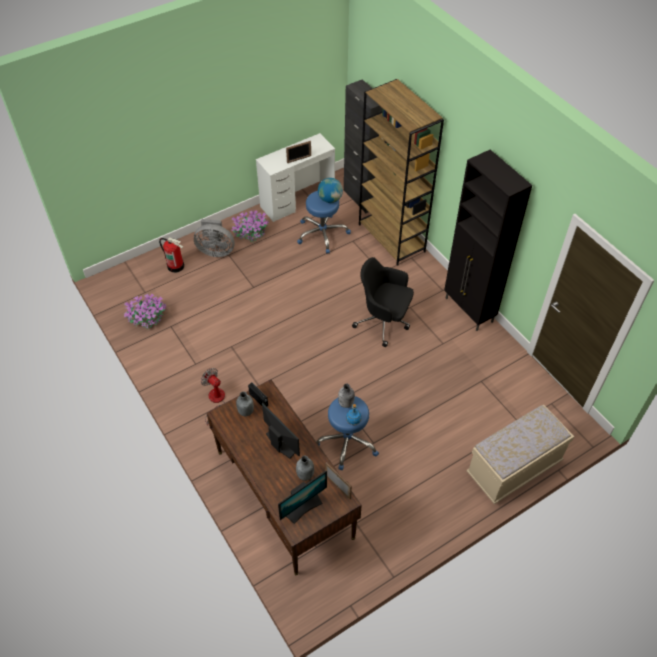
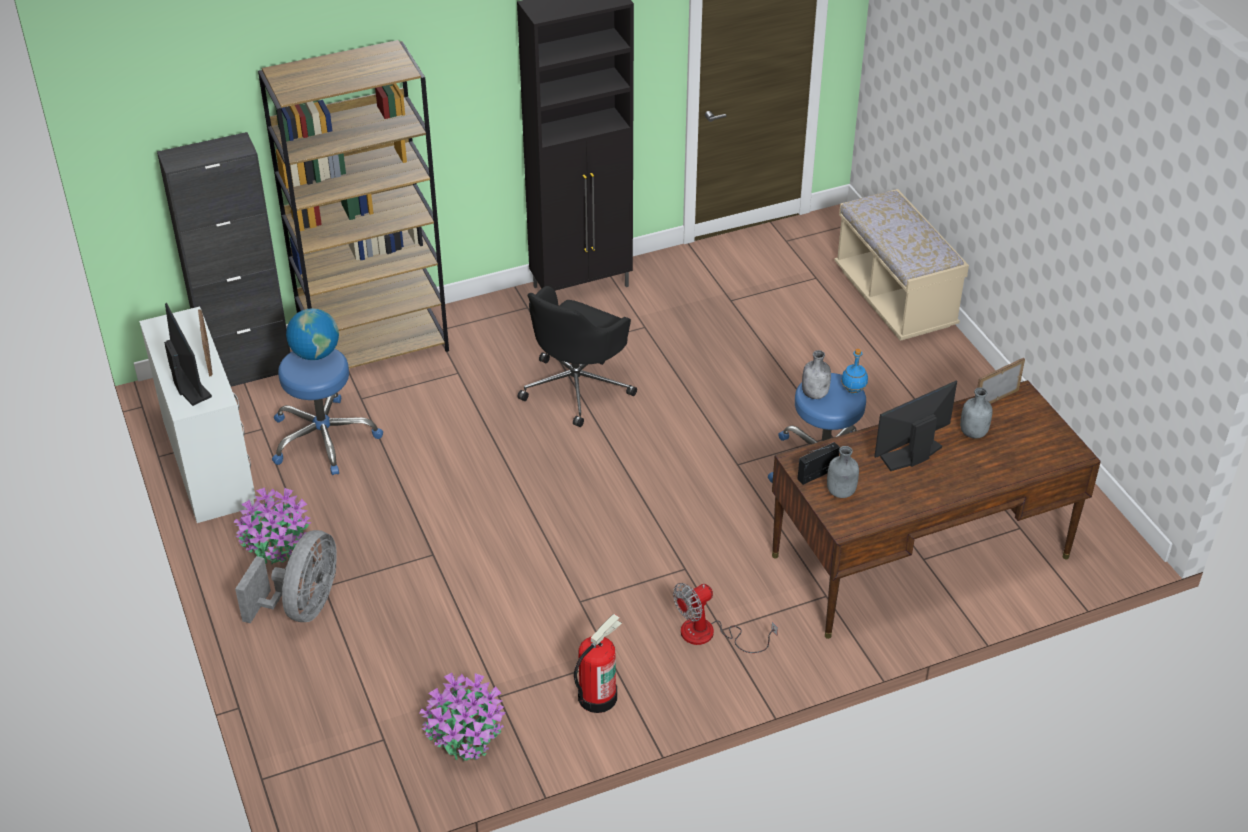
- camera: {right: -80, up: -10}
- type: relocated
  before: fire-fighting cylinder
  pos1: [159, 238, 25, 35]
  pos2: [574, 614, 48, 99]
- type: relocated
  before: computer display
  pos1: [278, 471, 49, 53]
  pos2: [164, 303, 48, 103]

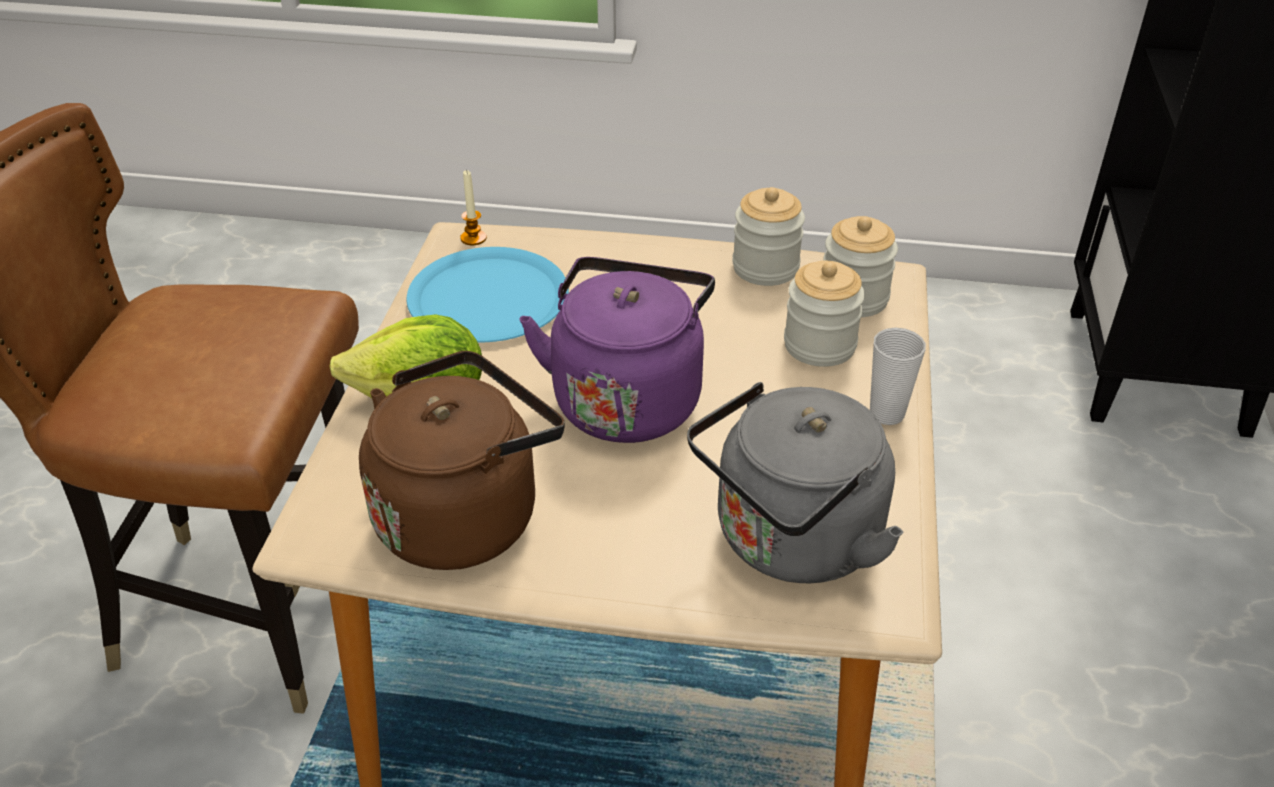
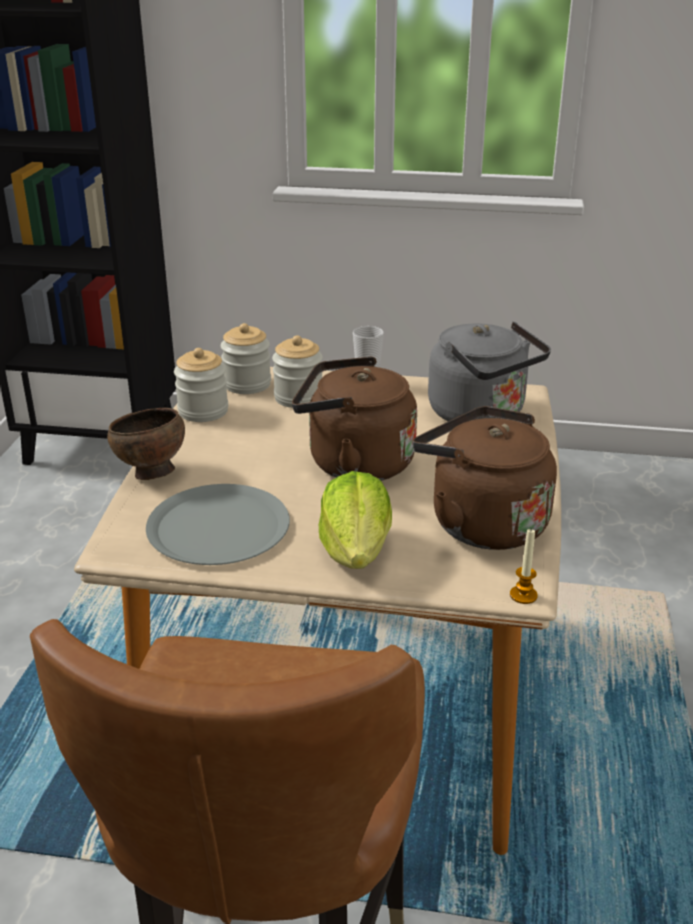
- camera: {right: -90, up: -10}
- type: relocated
  before: wax light
  pos1: [460, 170, 27, 75]
  pos2: [510, 528, 28, 76]
- type: colour
  before: bluish plate
  after: grey plate
  pos1: [407, 247, 162, 95]
  pos2: [146, 484, 144, 81]
- type: colour
  before: purple-coloured tea kettle
  after: brown-coloured tea kettle
  pos1: [520, 257, 195, 186]
  pos2: [292, 356, 125, 125]
- type: appeared
  after: brown-coloured deep dish
  pos2: [107, 408, 78, 72]

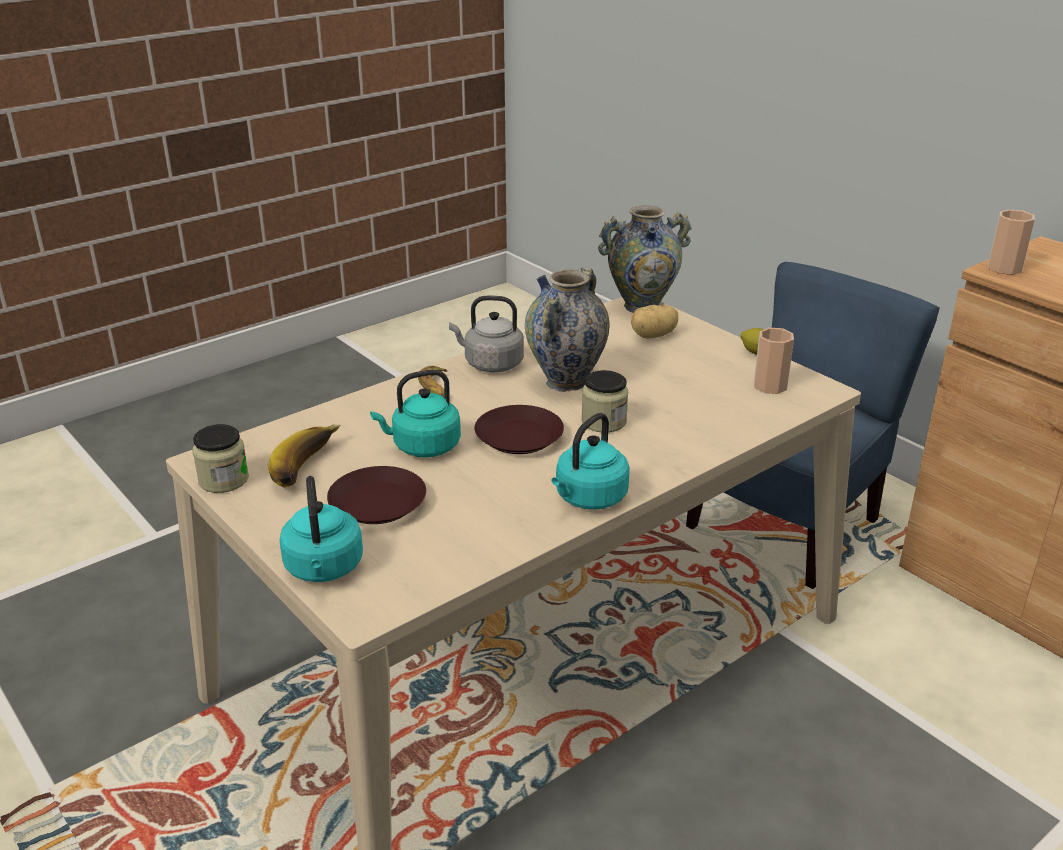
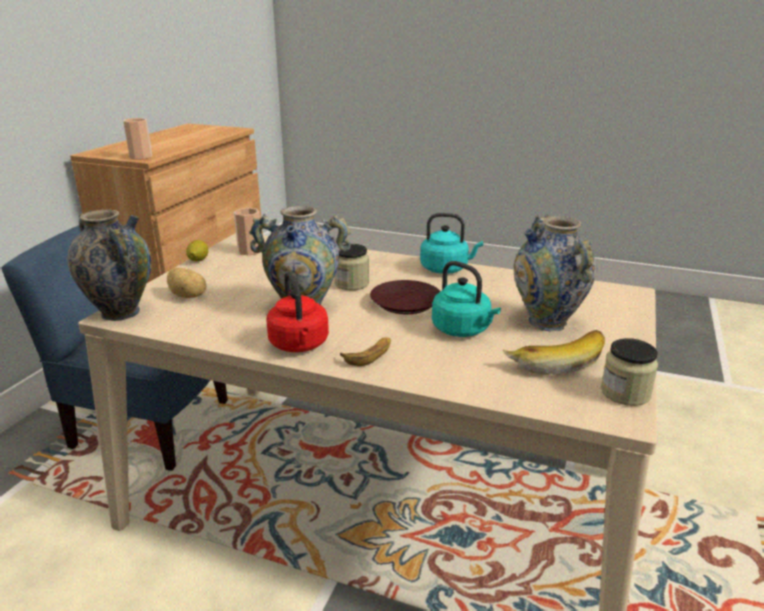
- camera: {right: -120, up: -5}
- type: colour
  before: grey tea kettle
  after: red tea kettle
  pos1: [449, 296, 75, 76]
  pos2: [266, 271, 63, 81]
- type: exchanged
  before: brown-coloured plate
  after: flower vase
  pos1: [327, 466, 99, 58]
  pos2: [514, 215, 83, 117]
- type: missing
  before: turquoise tea kettle
  pos1: [279, 476, 84, 106]

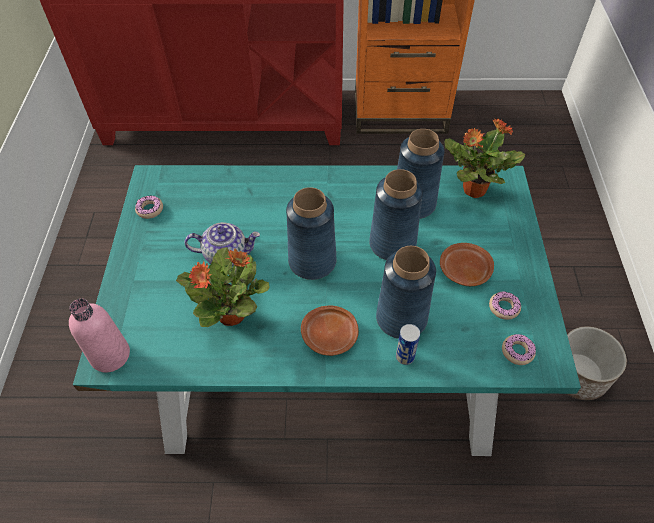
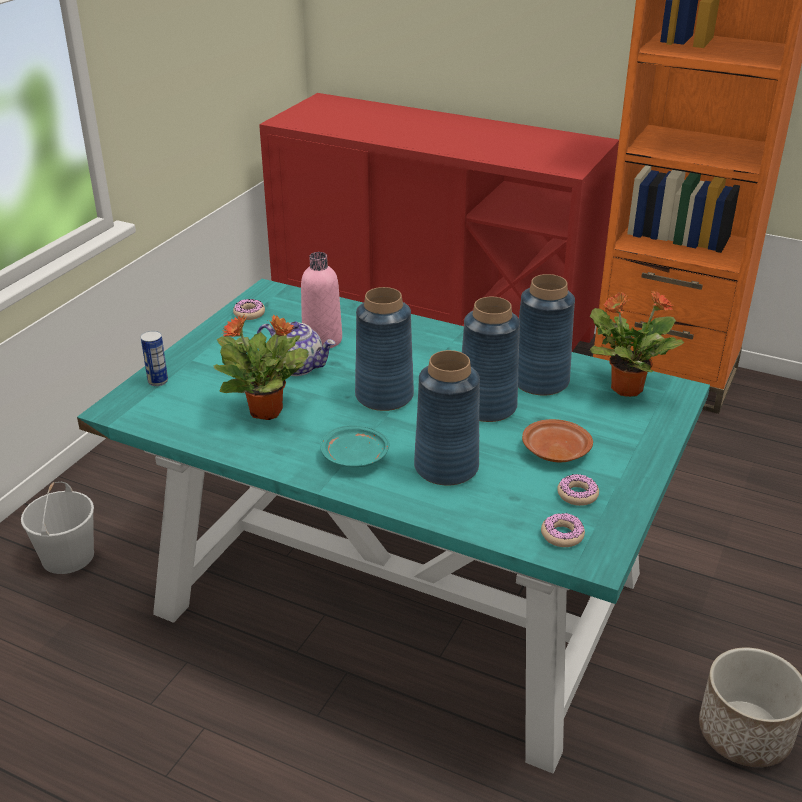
- camera: {right: 25, up: -20}
- type: relocated
  before: pink-coloured drink bottle
  pos1: [69, 299, 61, 74]
  pos2: [301, 252, 41, 96]
- type: colour
  before: brown-coloured plate
  after: turquoise plate
  pos1: [301, 306, 58, 50]
  pos2: [320, 425, 69, 42]
- type: relocated
  before: metal can
  pos1: [396, 324, 24, 41]
  pos2: [141, 331, 27, 55]
- type: appeared
  after: whitish water bucket
  pos2: [21, 482, 73, 92]

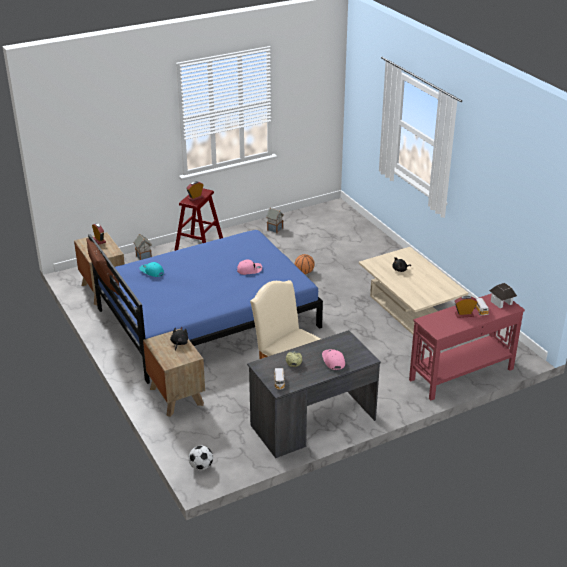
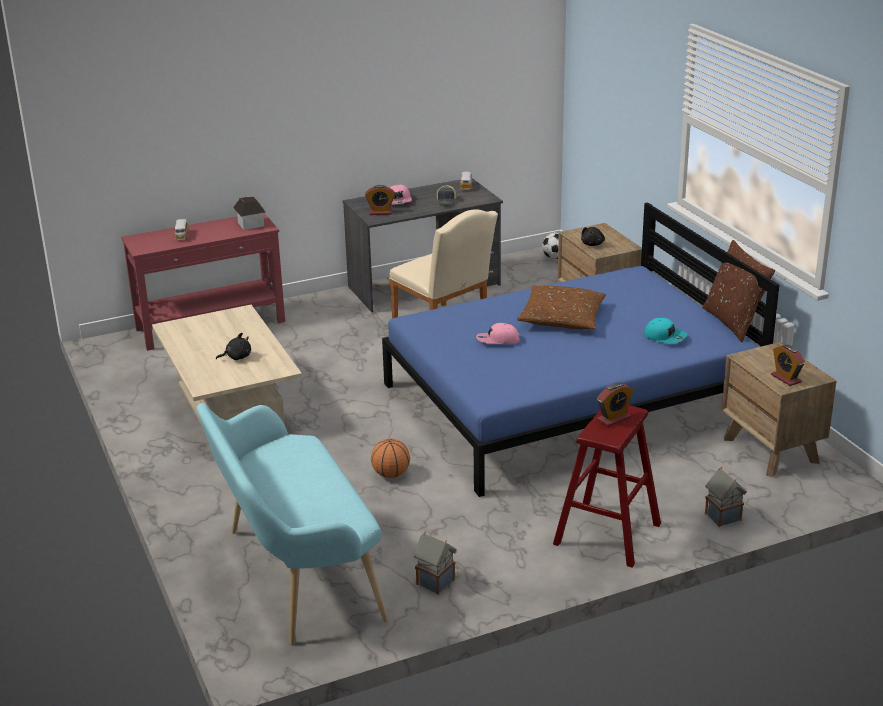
- camera: {right: -175, up: -5}
- type: relocated
  before: model house
  pos1: [489, 283, 28, 25]
  pos2: [233, 196, 33, 34]
- type: relocated
  before: bedside clock
  pos1: [455, 296, 22, 22]
  pos2: [365, 185, 30, 30]
- type: appeared
  after: brown-coloured throw pillow
  pos2: [517, 286, 89, 44]
- type: appeared
  after: turquoise bench
  pos2: [197, 403, 191, 242]

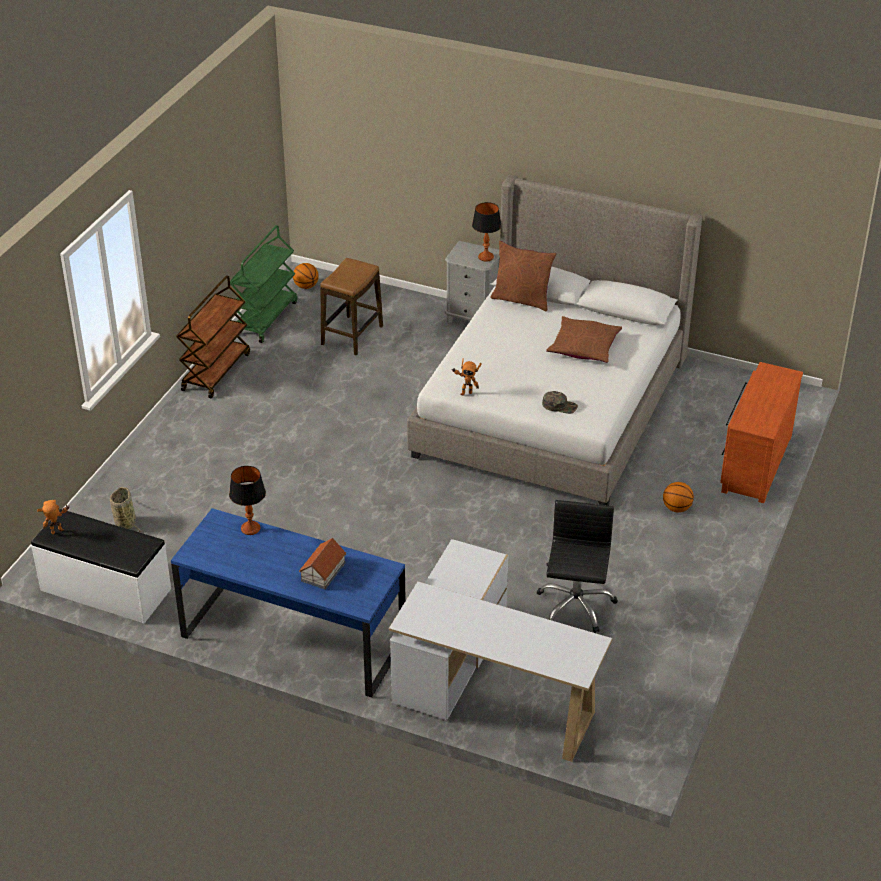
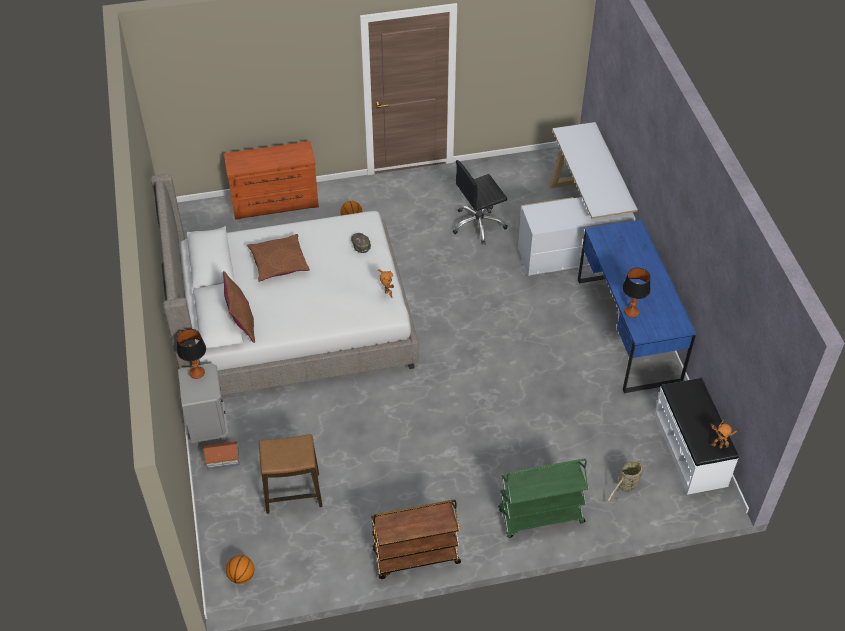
- camera: {right: -125, up: 10}
- type: relocated
  before: green cart
  pos1: [230, 225, 67, 118]
  pos2: [498, 459, 91, 79]
- type: relocated
  before: model house
  pos1: [299, 538, 47, 52]
  pos2: [203, 441, 36, 28]

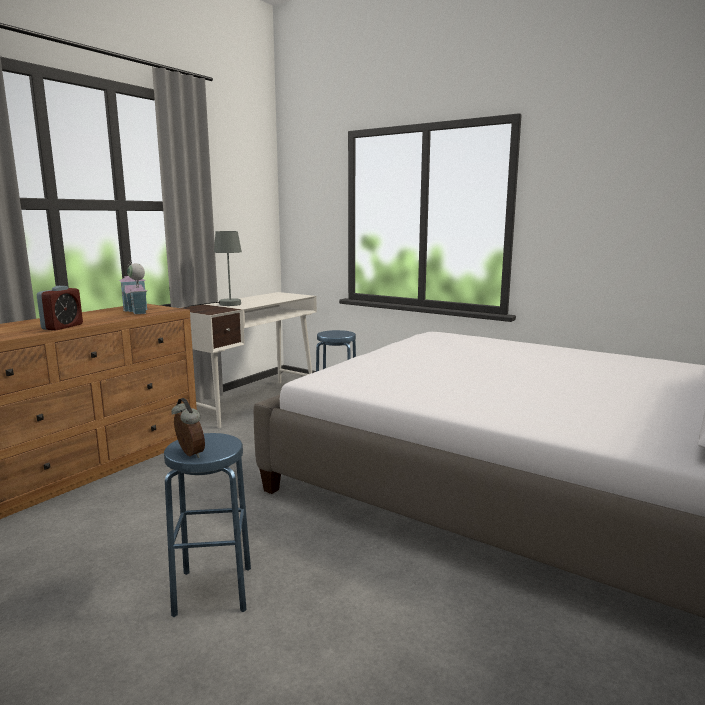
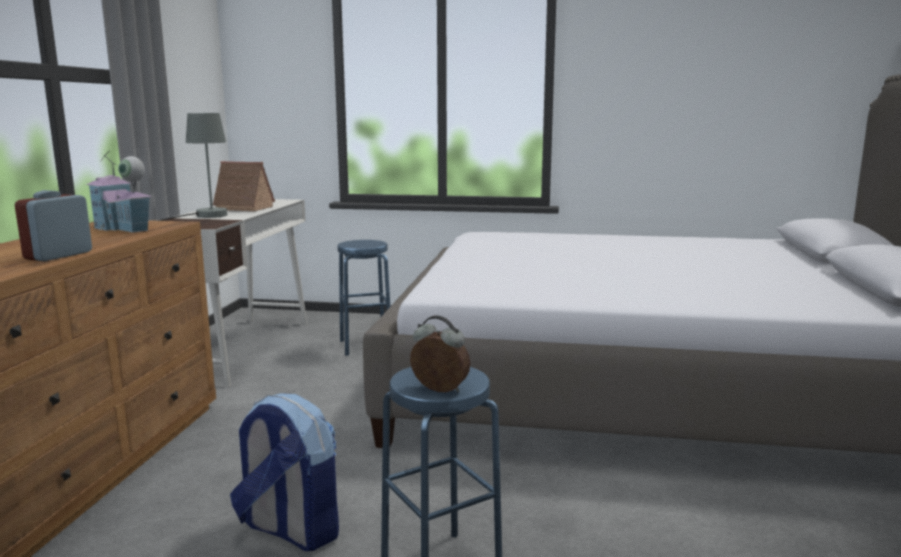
- camera: {right: -25, up: 0}
- type: spun
  before: bedside clock
  pos1: [37, 286, 46, 44]
  pos2: [15, 190, 77, 72]
  turn: -150
- type: appeared
  after: model house
  pos2: [213, 161, 62, 50]
- type: appeared
  after: backpack
  pos2: [230, 393, 109, 158]

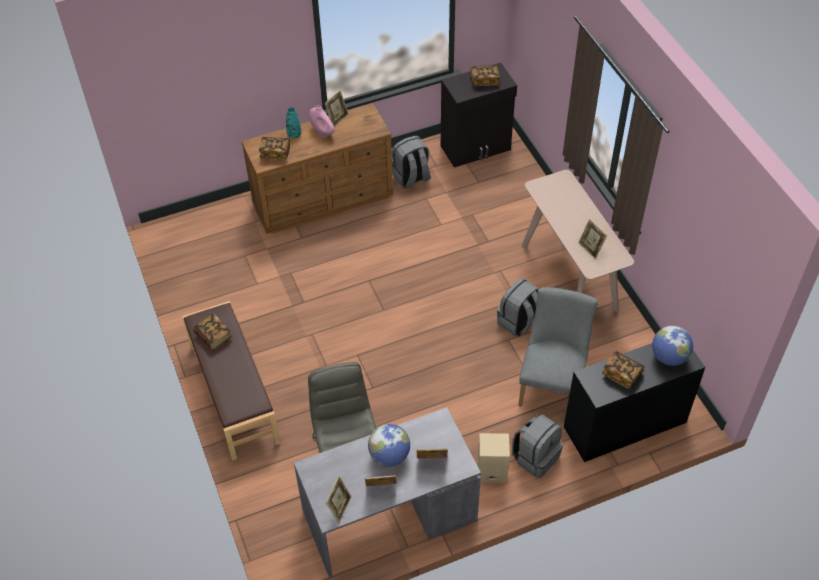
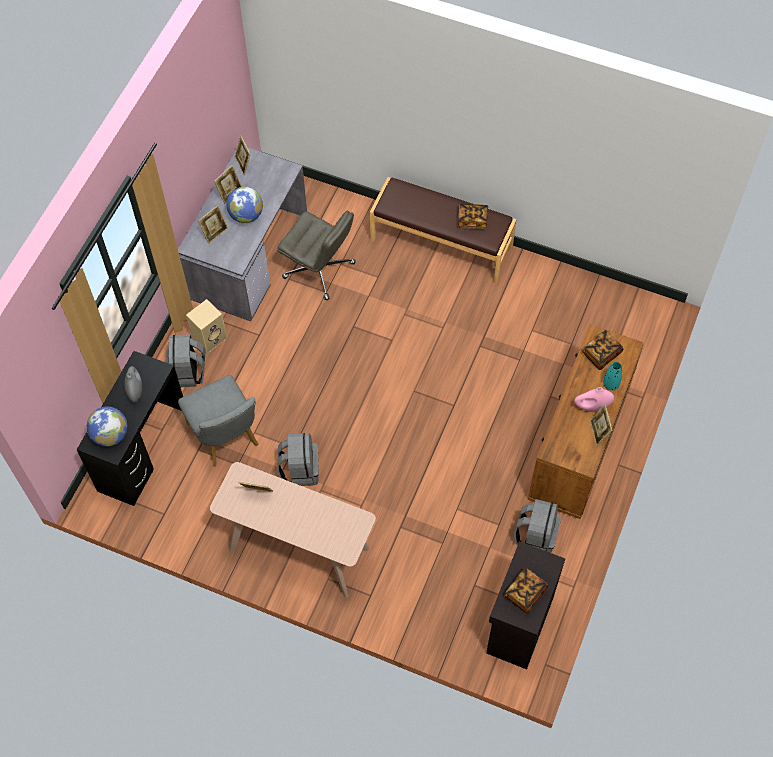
- camera: {right: 135, up: 10}
- type: exchanged
  before: bound book
  after: grey flower vase
  pos1: [602, 351, 43, 38]
  pos2: [124, 366, 18, 36]

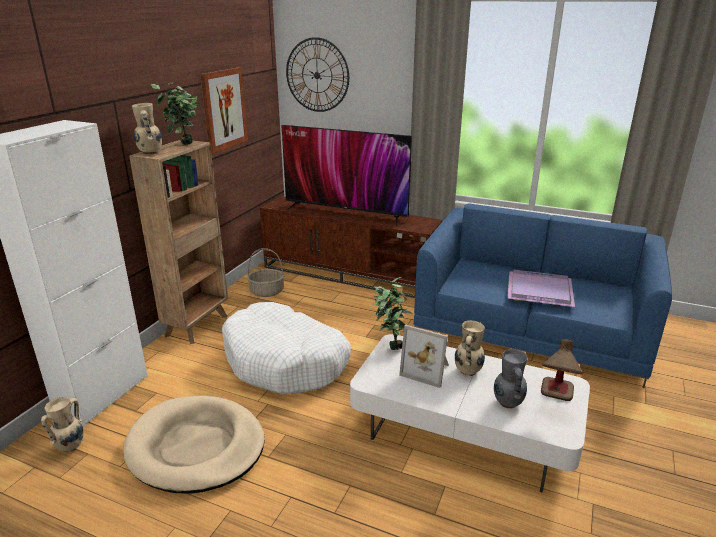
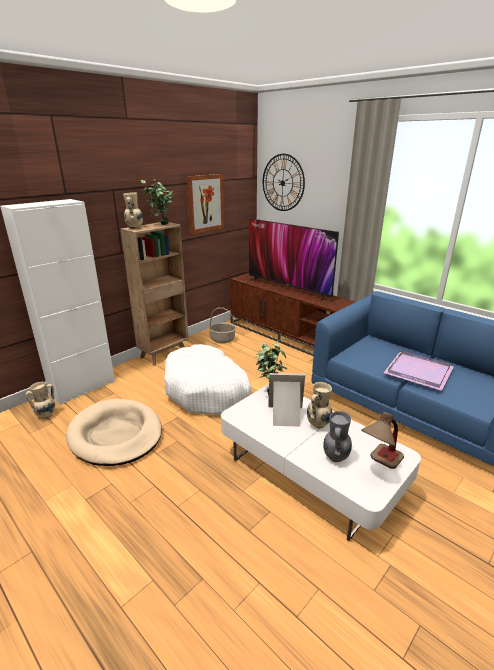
- camera: {right: 20, up: 0}
- type: spun
  before: picture frame
  pos1: [399, 325, 50, 63]
  pos2: [268, 373, 37, 54]
  turn: 135

